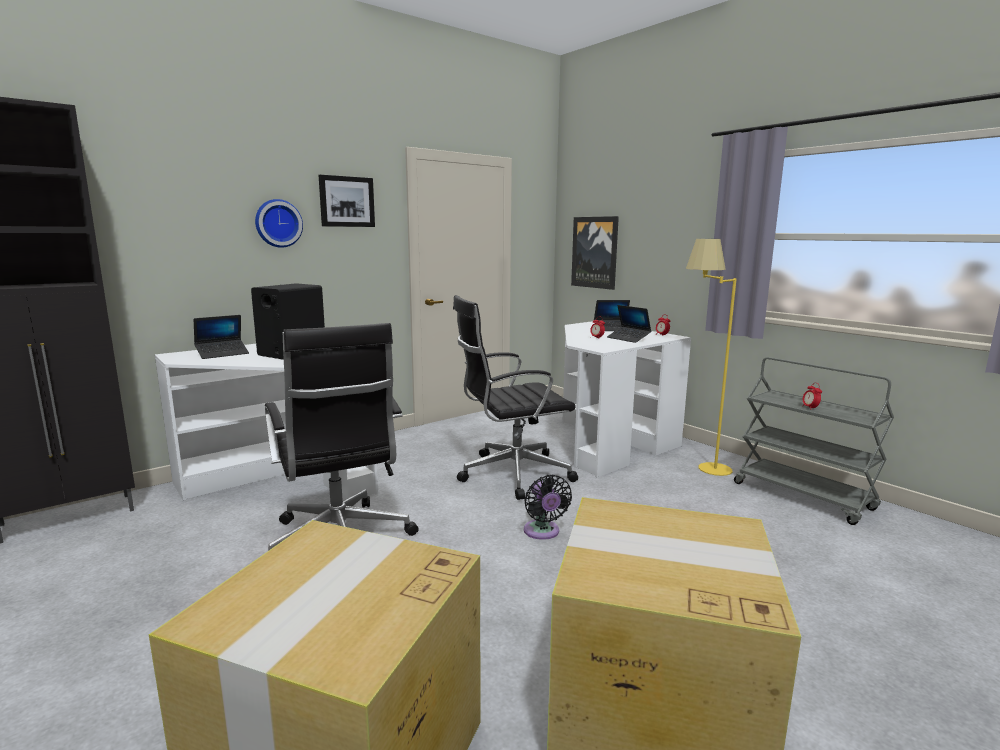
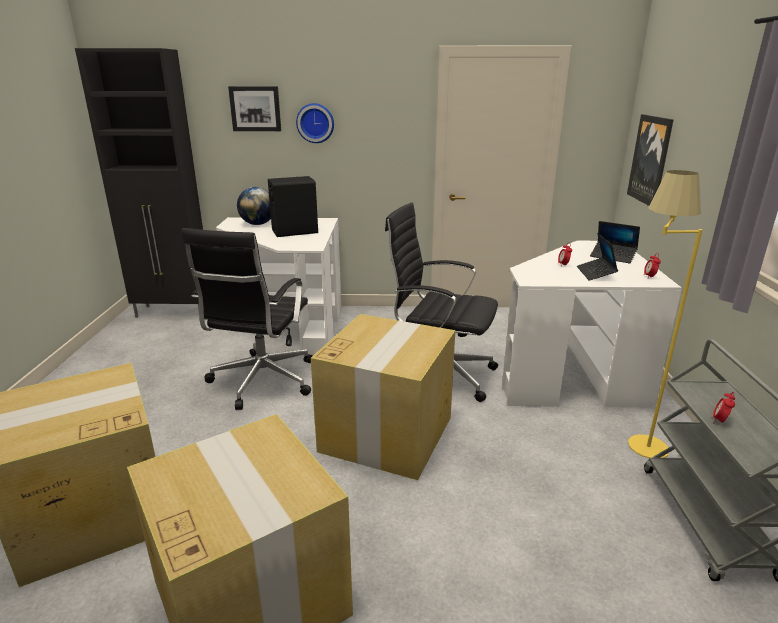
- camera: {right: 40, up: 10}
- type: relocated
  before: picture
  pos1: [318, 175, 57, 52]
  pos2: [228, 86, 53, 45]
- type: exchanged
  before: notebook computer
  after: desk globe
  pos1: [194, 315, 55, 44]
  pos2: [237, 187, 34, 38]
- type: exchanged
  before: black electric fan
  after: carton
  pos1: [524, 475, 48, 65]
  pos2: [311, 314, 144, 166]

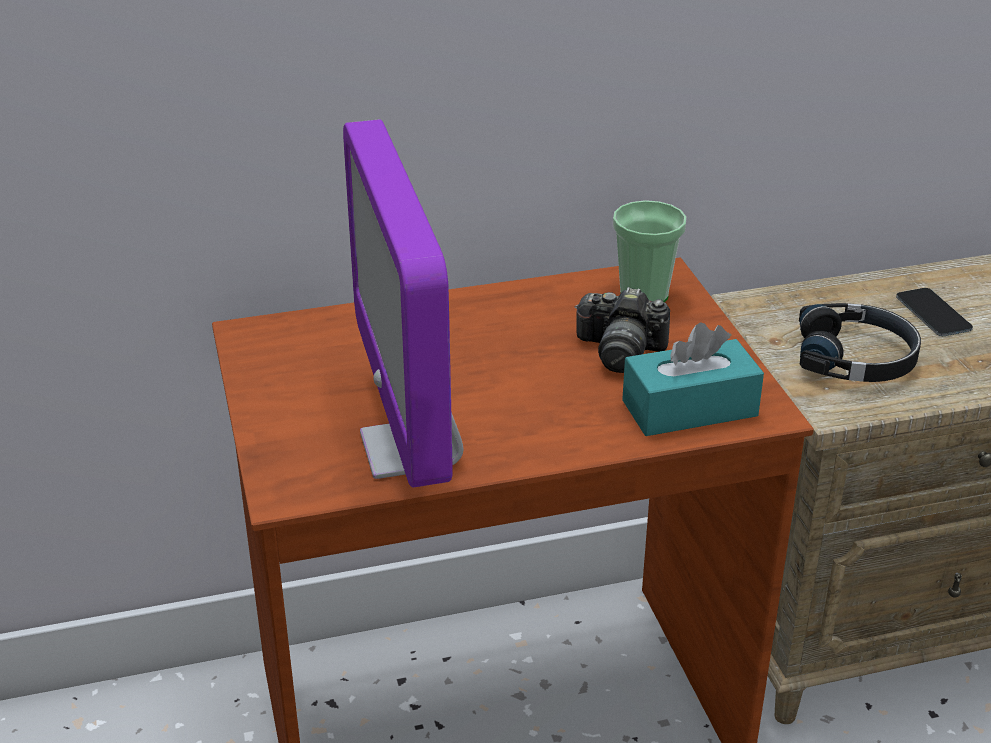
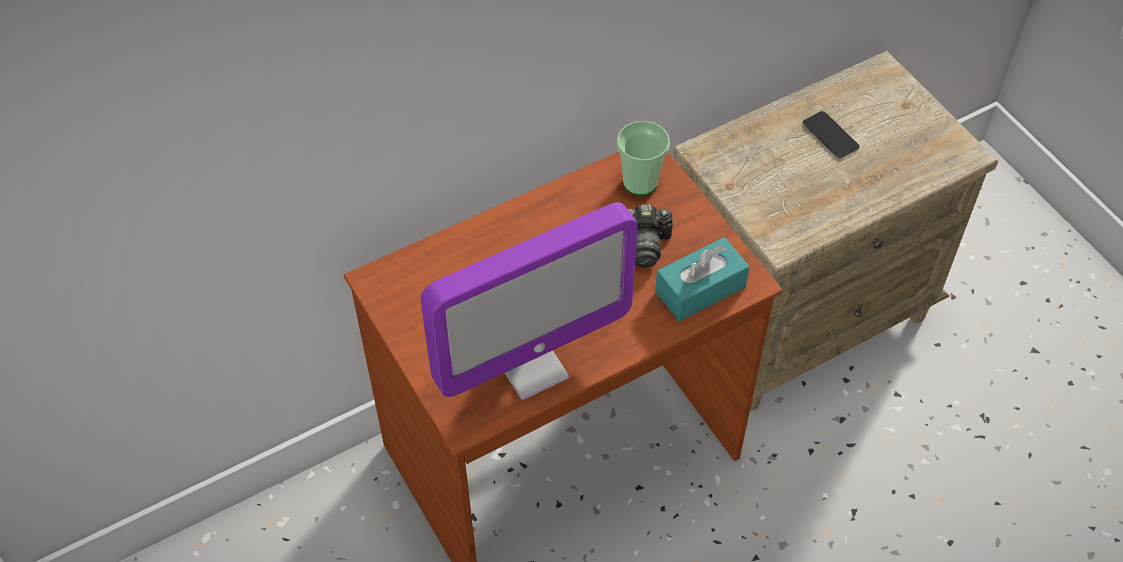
- camera: {right: -15, up: 20}
- type: spun
  before: computer display
  pos1: [343, 119, 120, 369]
  pos2: [421, 202, 216, 198]
  turn: -90
- type: missing
  before: black pair of headphones
  pos1: [799, 303, 122, 79]

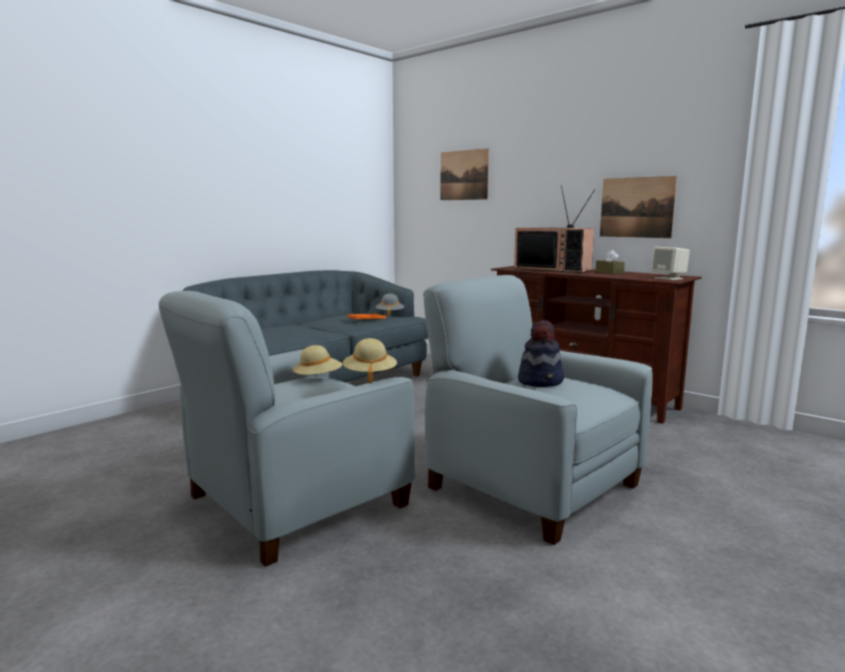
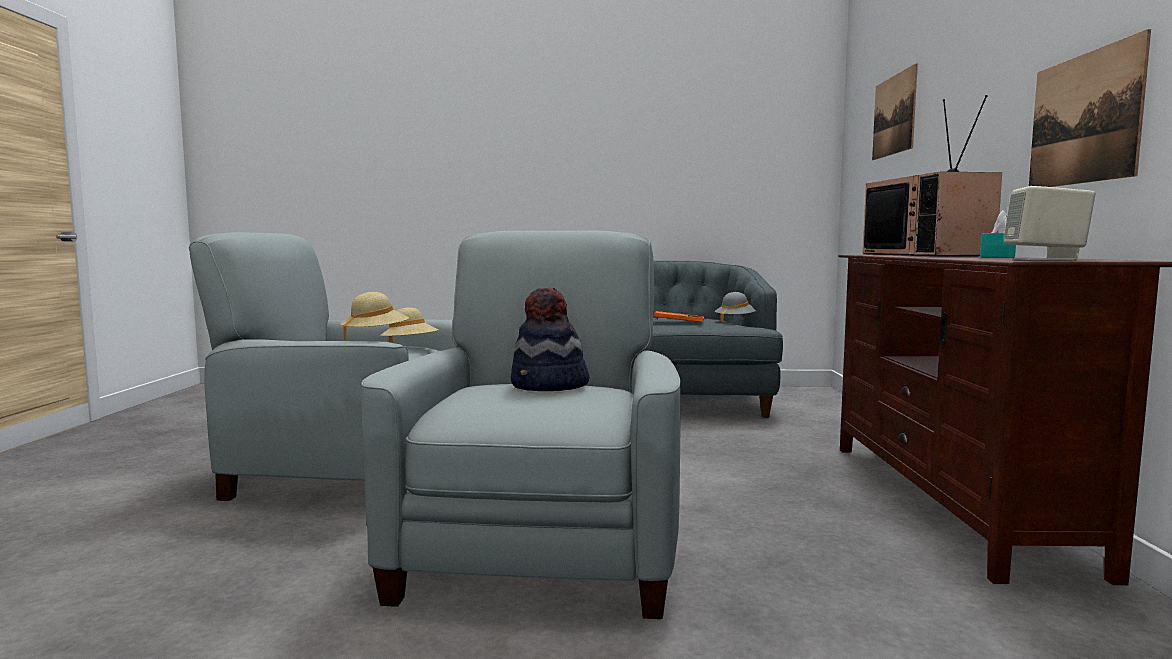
- camera: {right: 50, up: -5}
- type: colour
  before: brown-coloured tissue holder
  after: turquoise tissue holder
  pos1: [596, 250, 29, 24]
  pos2: [980, 210, 36, 48]

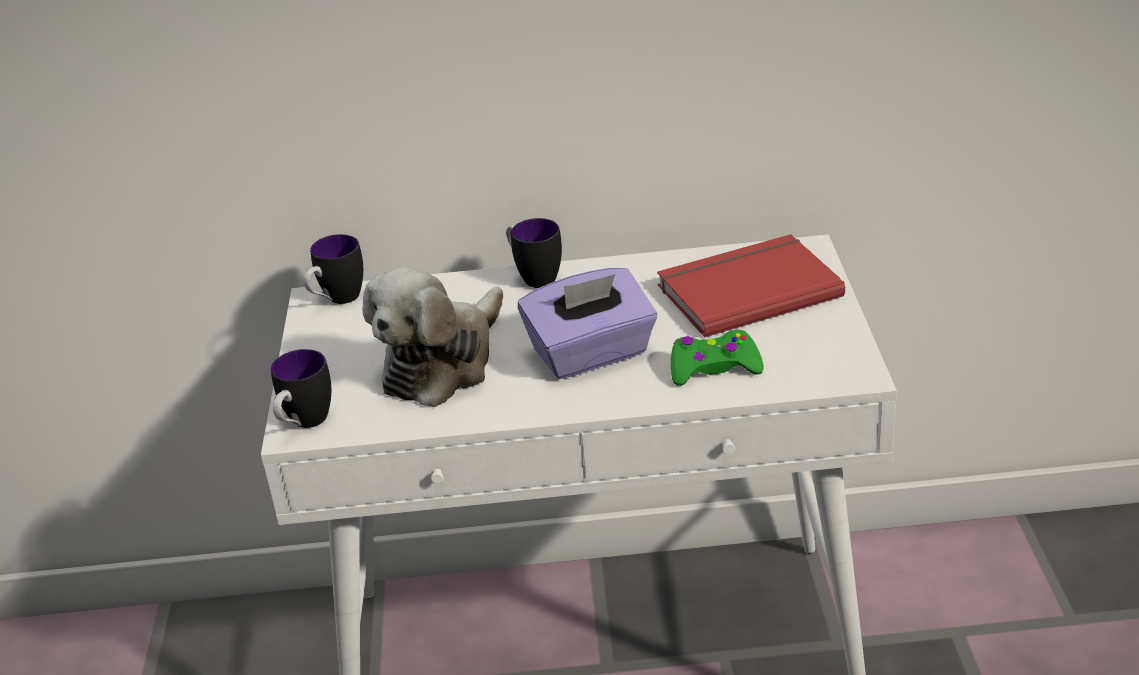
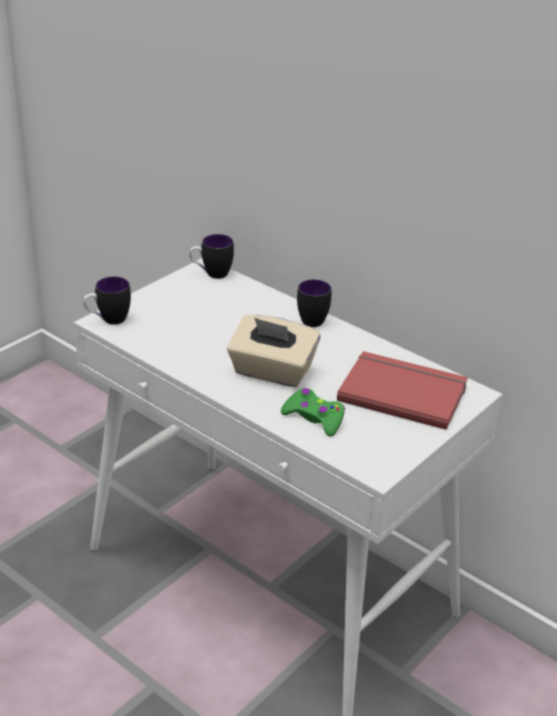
- camera: {right: 40, up: 0}
- type: missing
  before: plush toy
  pos1: [362, 267, 141, 140]
- type: colour
  before: purple-coloured tissue holder
  after: beige tissue holder
  pos1: [518, 268, 139, 111]
  pos2: [227, 315, 94, 72]

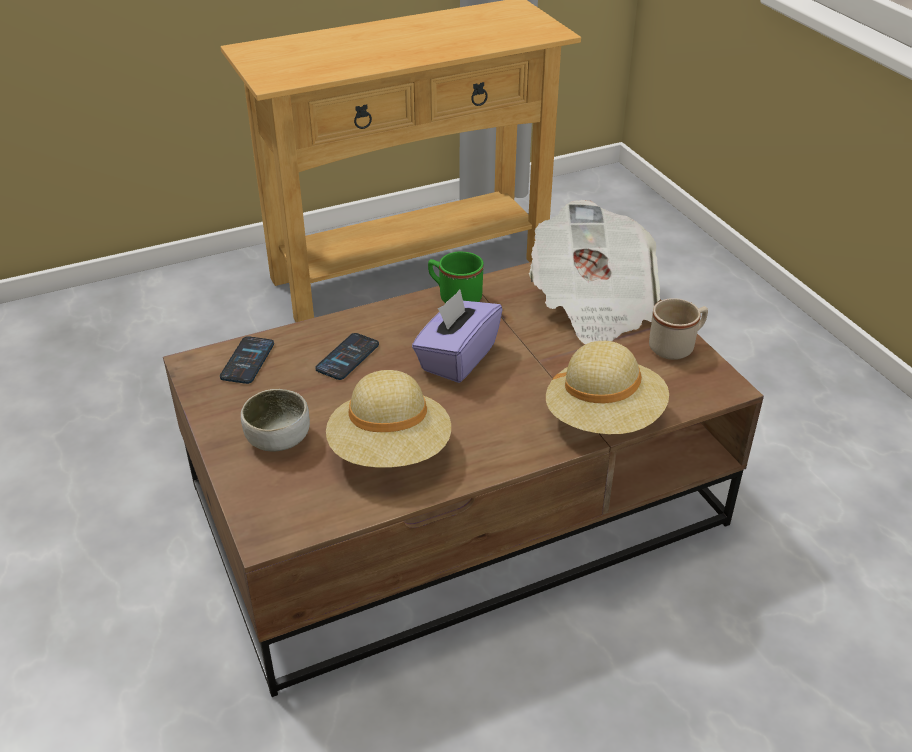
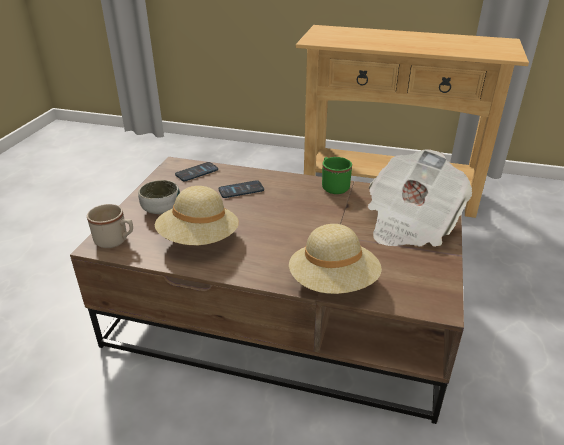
- camera: {right: 40, up: -5}
- type: missing
  before: purple-coloured tissue holder
  pos1: [412, 290, 91, 93]
- type: relocated
  before: beige coffee mug
  pos1: [649, 298, 59, 62]
  pos2: [87, 204, 46, 44]

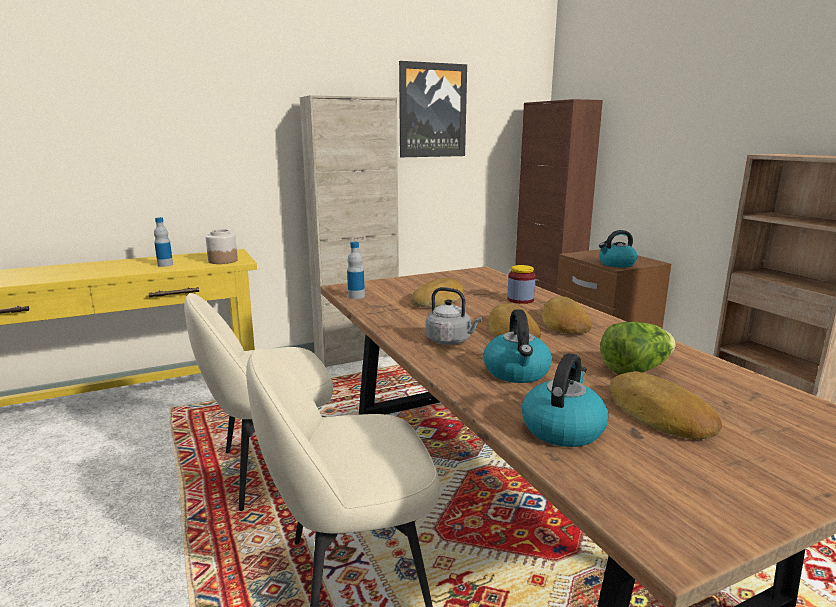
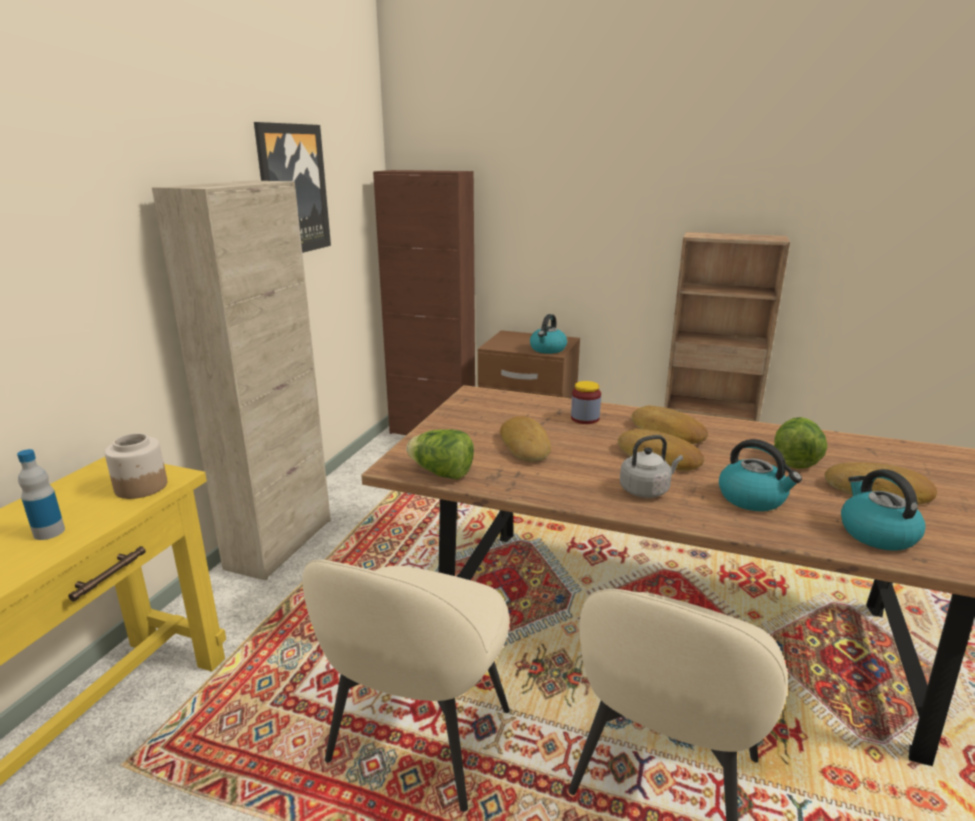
- camera: {right: -45, up: 5}
- type: exchanged
  before: drink bottle
  after: head of lettuce
  pos1: [347, 242, 18, 57]
  pos2: [406, 429, 68, 50]

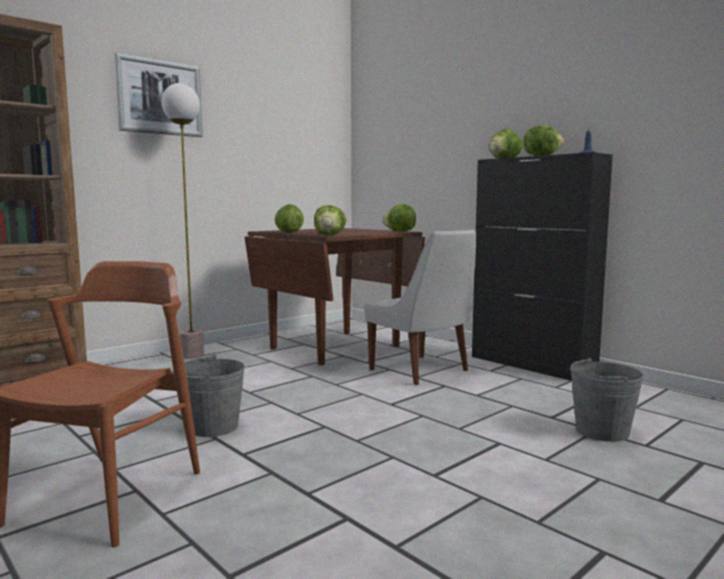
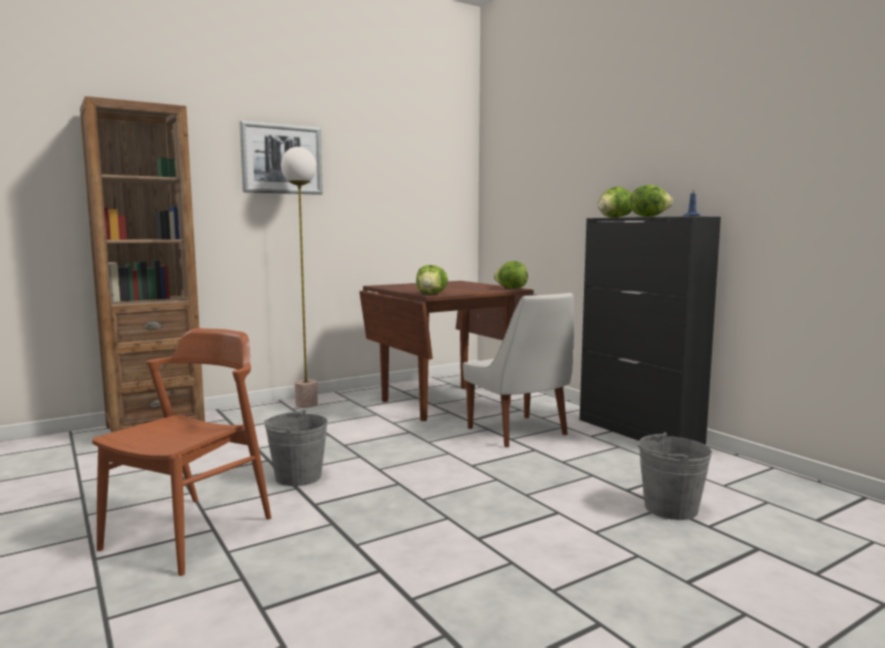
- camera: {right: 10, up: 0}
- type: missing
  before: head of lettuce
  pos1: [275, 204, 29, 29]

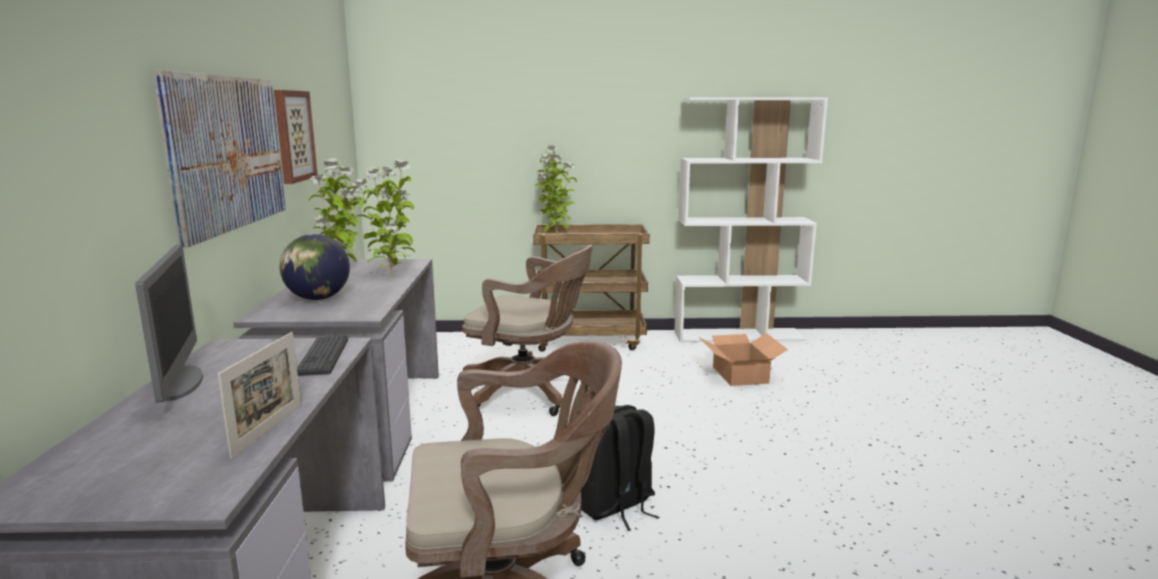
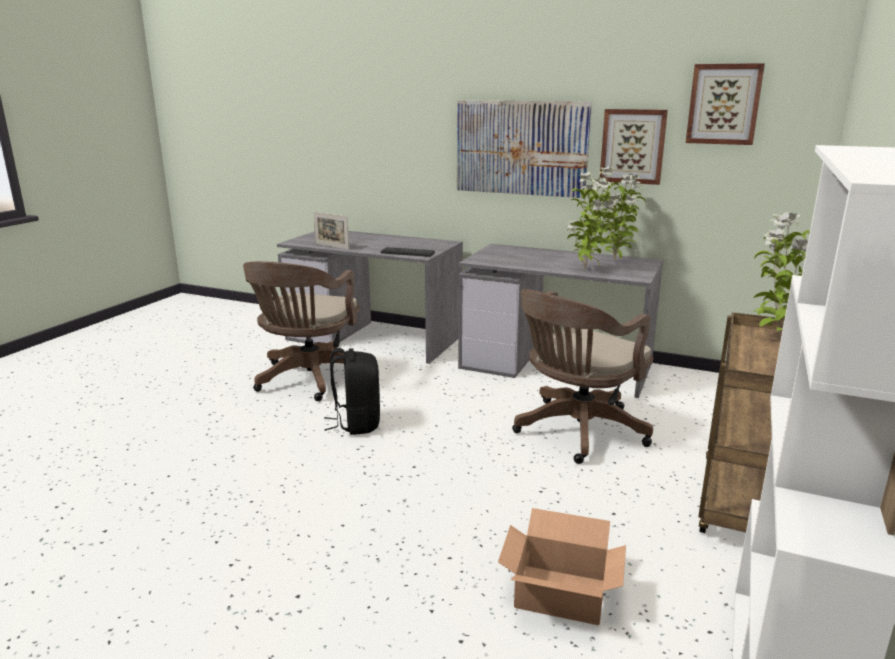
- camera: {right: 115, up: 5}
- type: missing
  before: desk globe
  pos1: [280, 234, 70, 66]
- type: missing
  before: computer display
  pos1: [135, 245, 68, 158]
- type: appeared
  after: picture
  pos2: [686, 63, 79, 82]

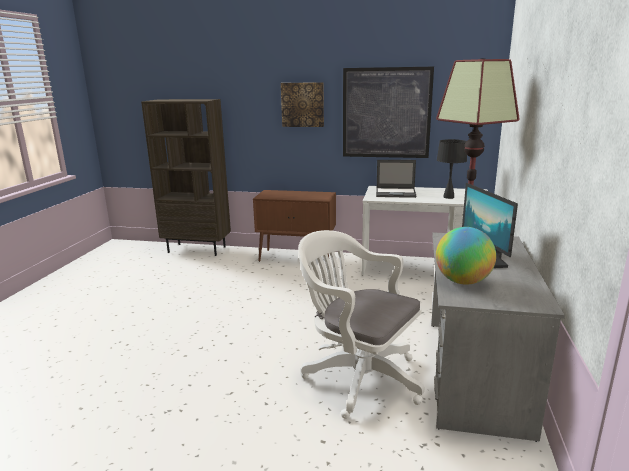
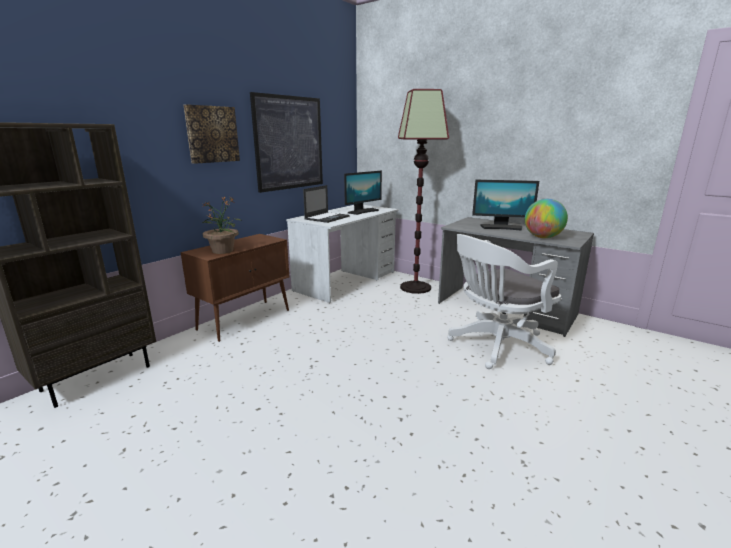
- camera: {right: -65, up: 0}
- type: exchanged
  before: black table lamp
  after: computer display
  pos1: [437, 139, 30, 60]
  pos2: [344, 171, 38, 44]
- type: appeared
  after: houseplant
  pos2: [202, 197, 40, 57]

